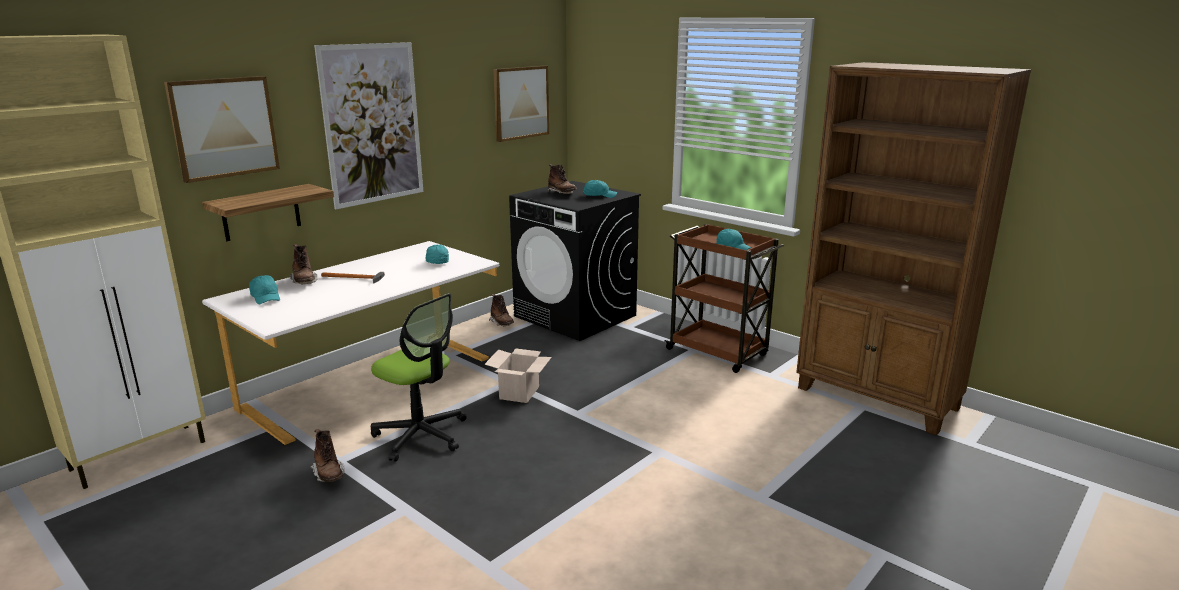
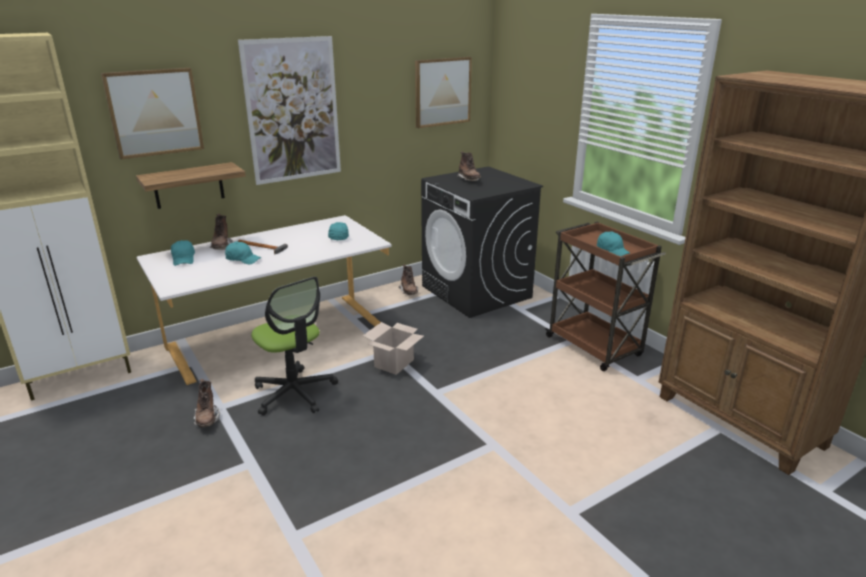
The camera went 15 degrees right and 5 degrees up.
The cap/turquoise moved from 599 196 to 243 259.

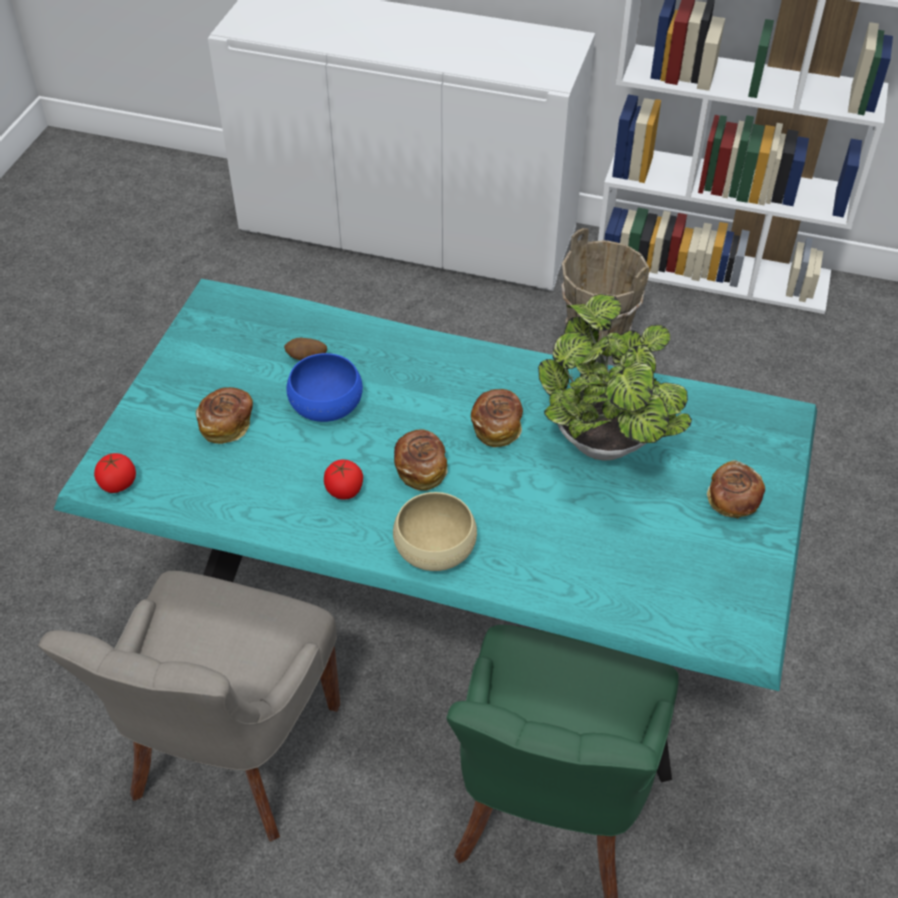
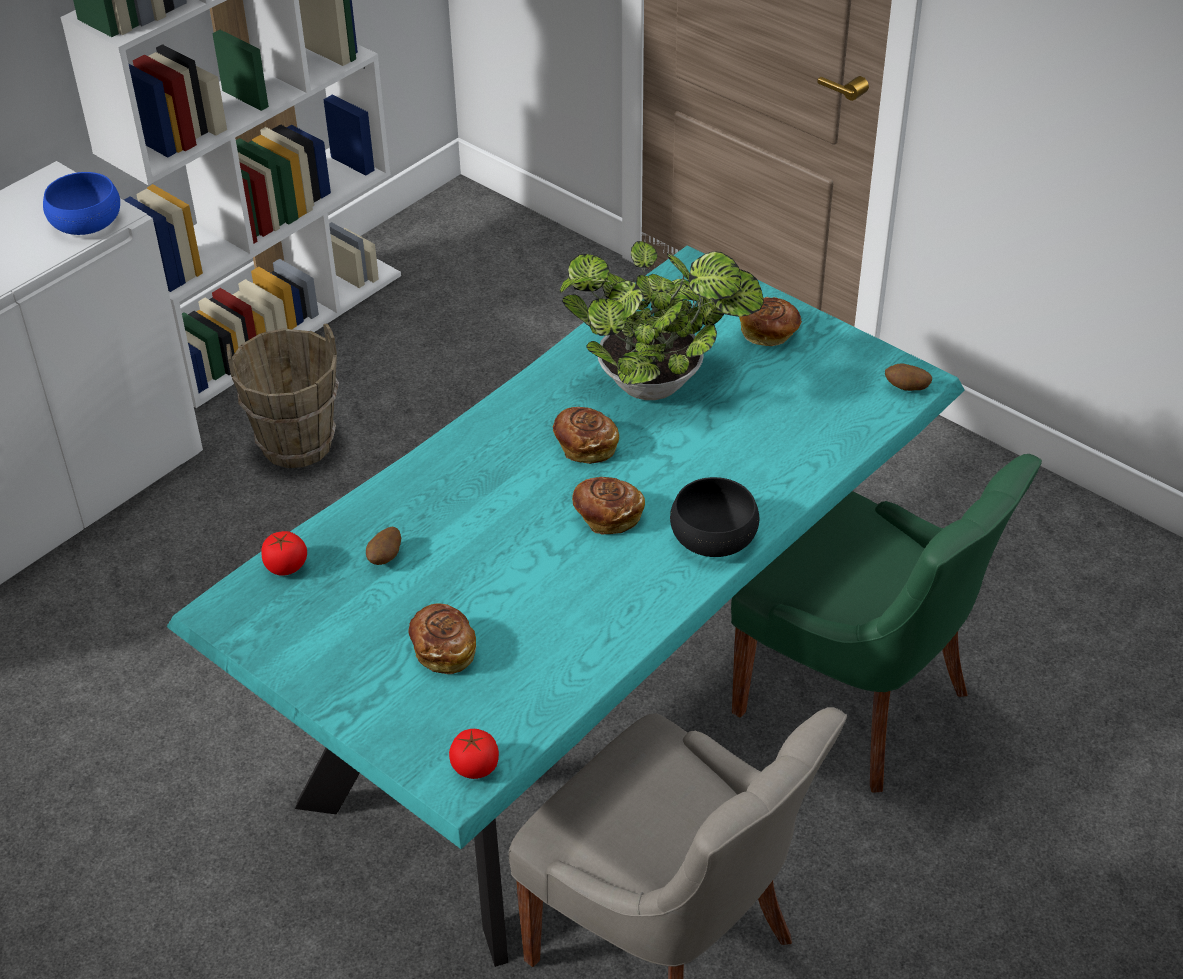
The camera went 65 degrees left and 5 degrees down.
The bowl/blue moved from 326 403 to 86 222.
The tomato moved from 344 490 to 286 566.
The bowl/beige at 435 547 became the bowl/black at 713 536.
The potato at 906 388 appeared.

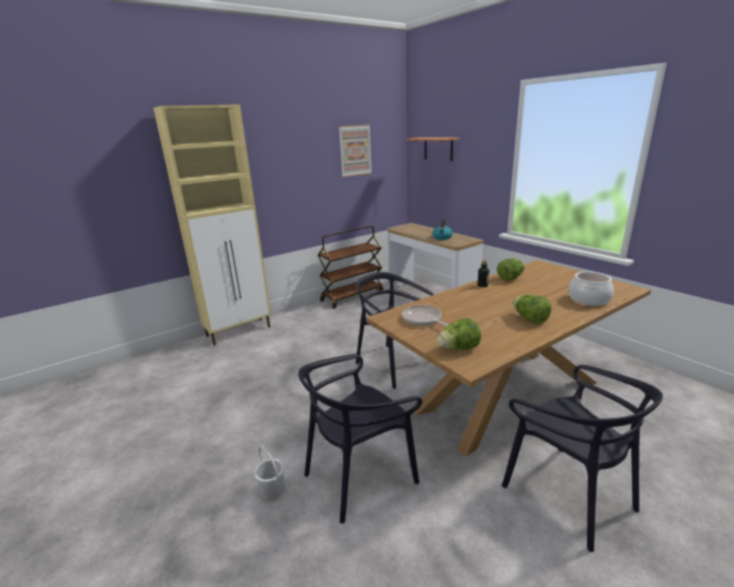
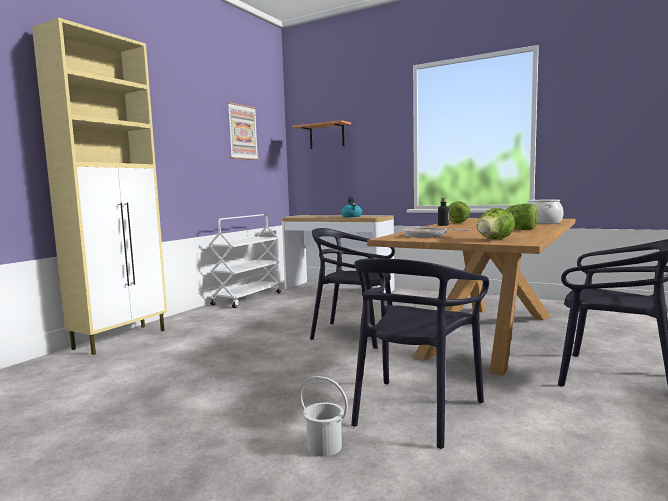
The camera went 25 degrees left and 15 degrees down.
The cart/brown at 352 296 became the cart/white at 248 298.

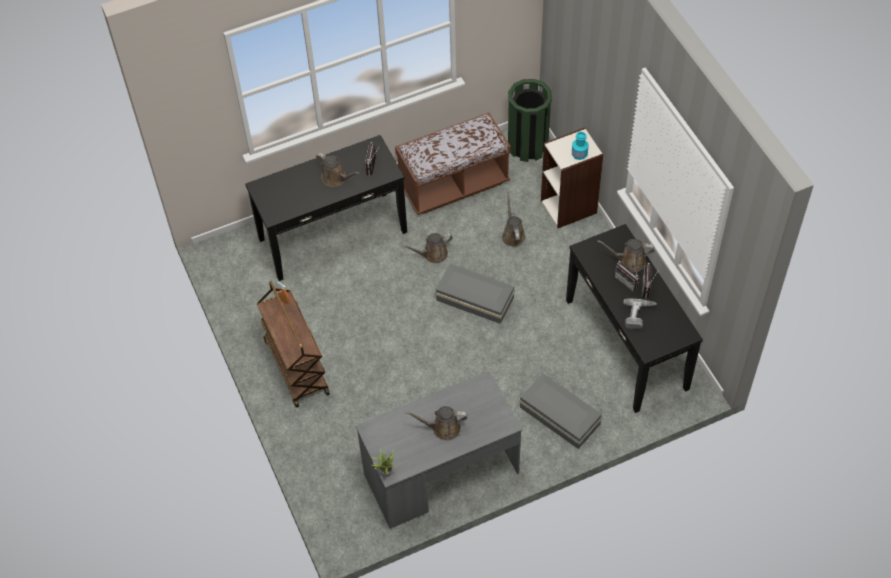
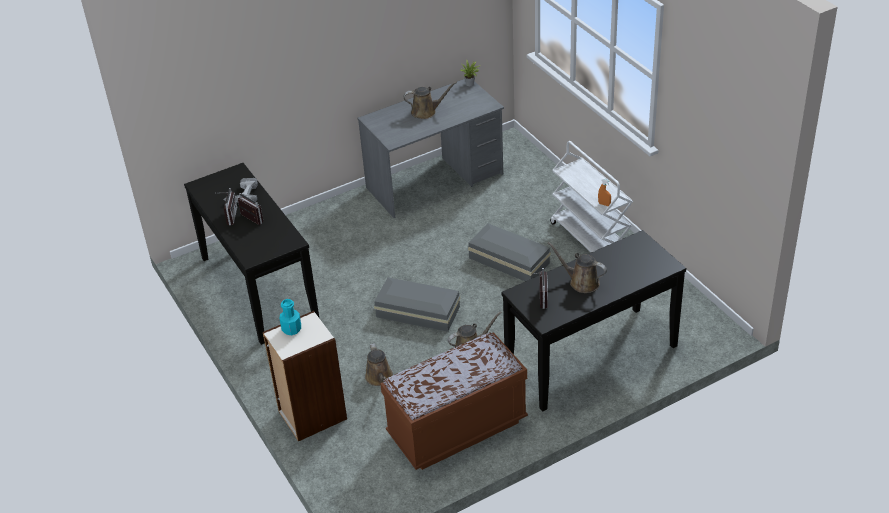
The camera went 175 degrees right and 15 degrees down.
The trash can/green at 528 146 disappeared.
The watering can/brown at 629 261 disappeared.
The cart/brown at 296 366 became the cart/white at 590 239.
The storage box/grey moved from 560 417 to 508 259.

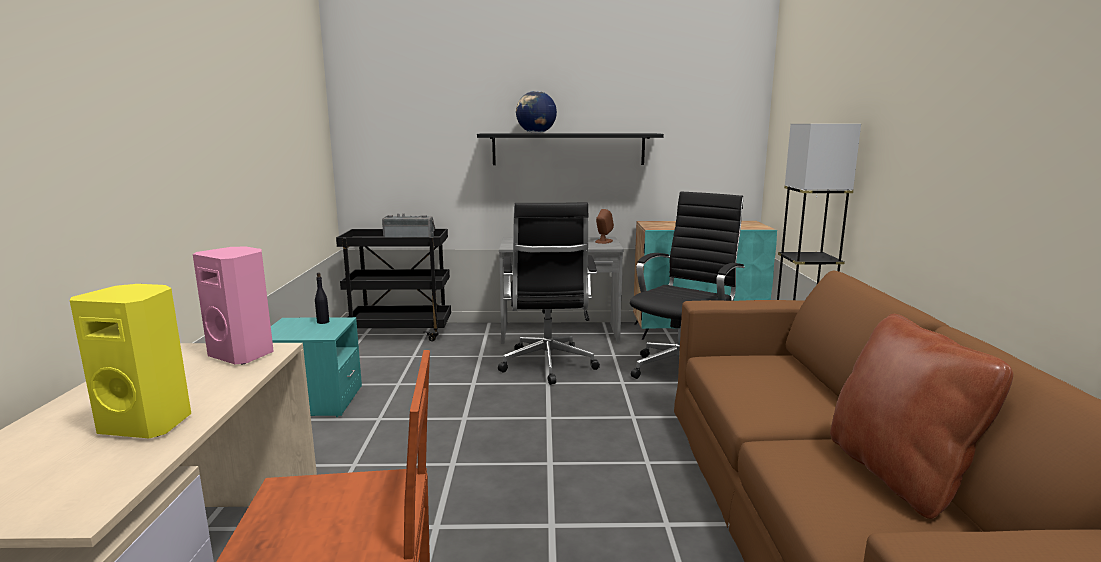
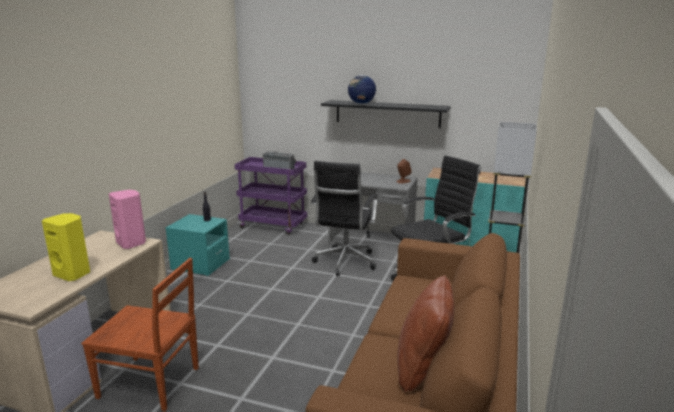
The camera went 20 degrees right and 5 degrees up.
The cart/black at 401 333 became the cart/purple at 274 226.

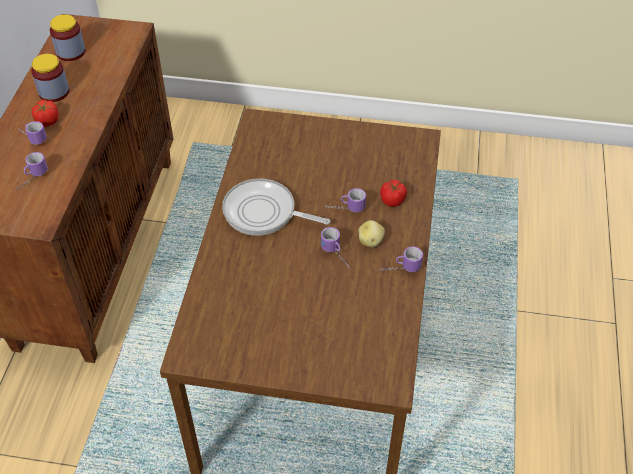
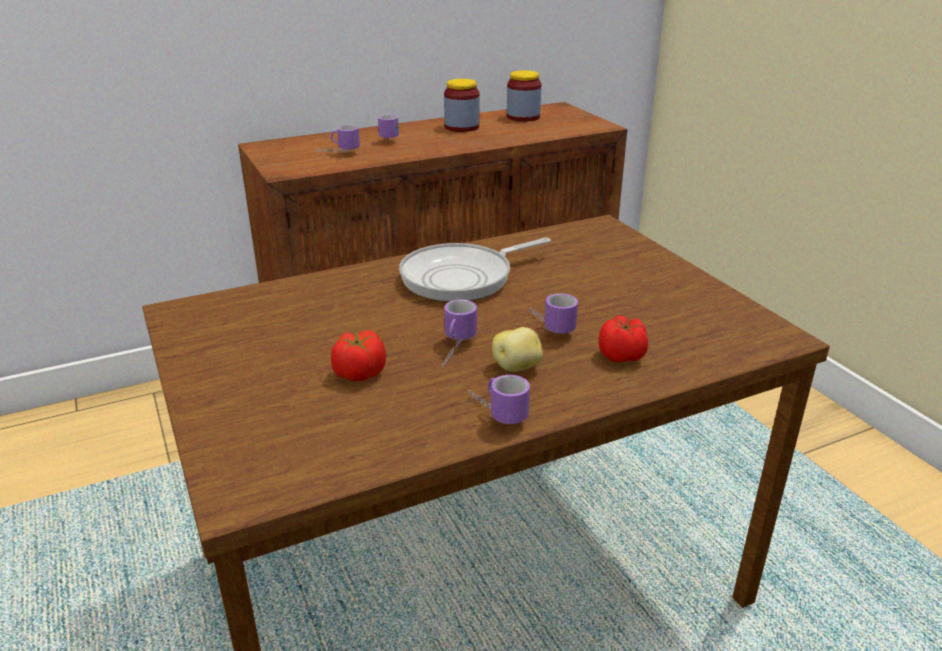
The camera went 55 degrees right and 20 degrees down.
The tomato moved from 47 121 to 359 373.
The frying pan at 264 213 turned 105 degrees counterclockwise.

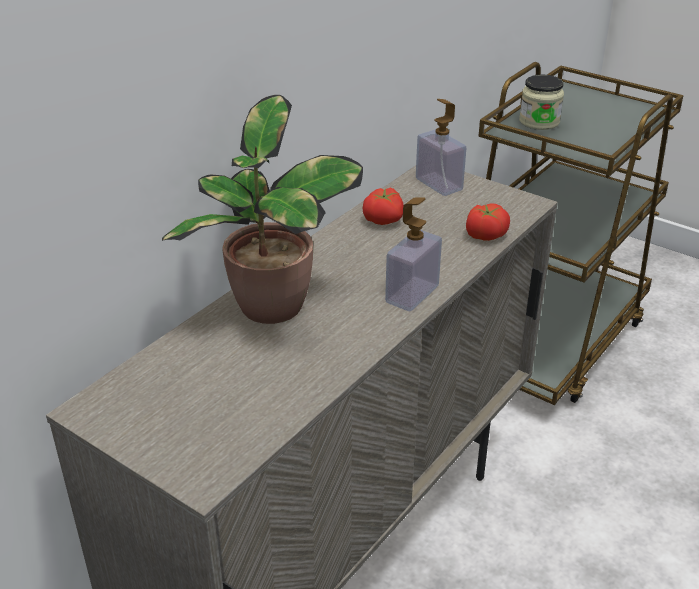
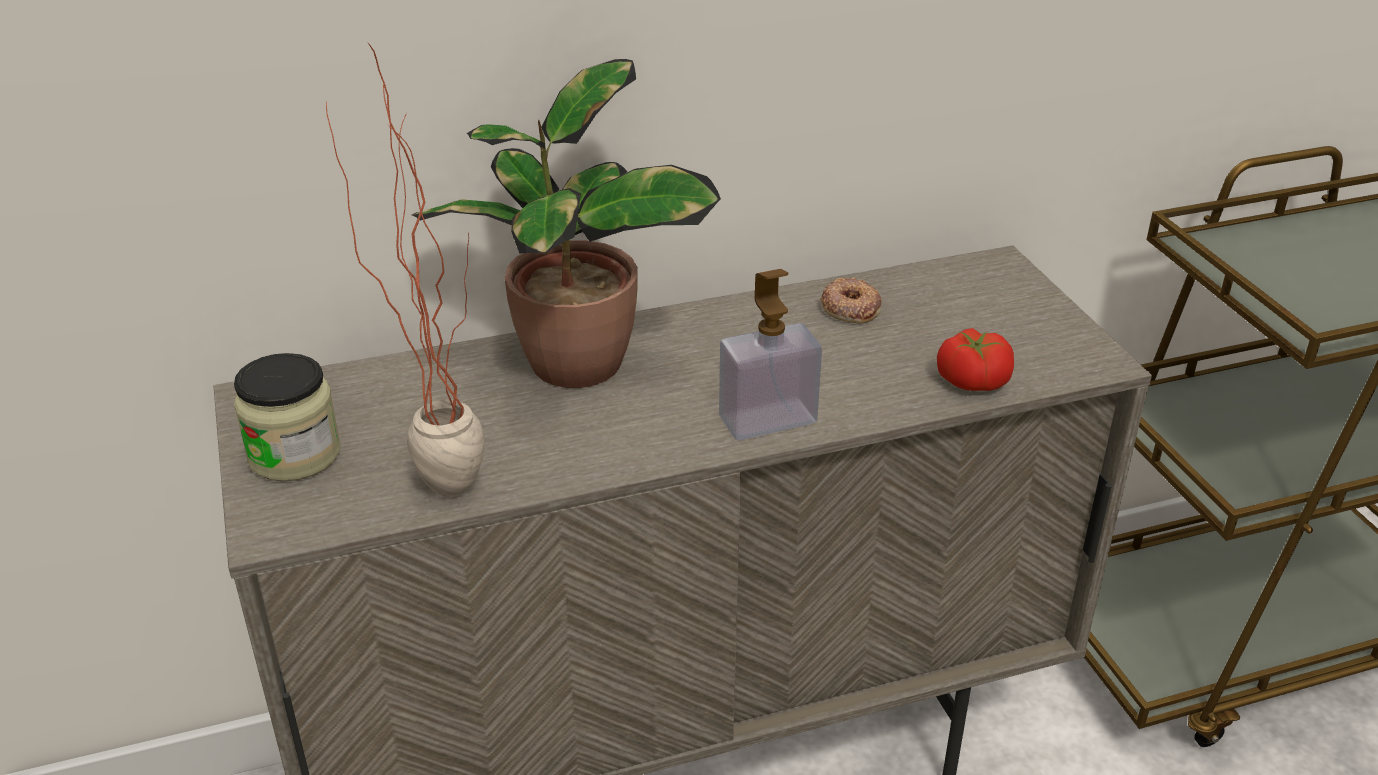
The camera went 35 degrees right and 0 degrees up.
The jar moved from 539 122 to 294 454.
The soap dispenser at 439 184 disappeared.
The tomato at 384 219 was replaced by the donut at 850 308.
The potted plant at 439 475 appeared.

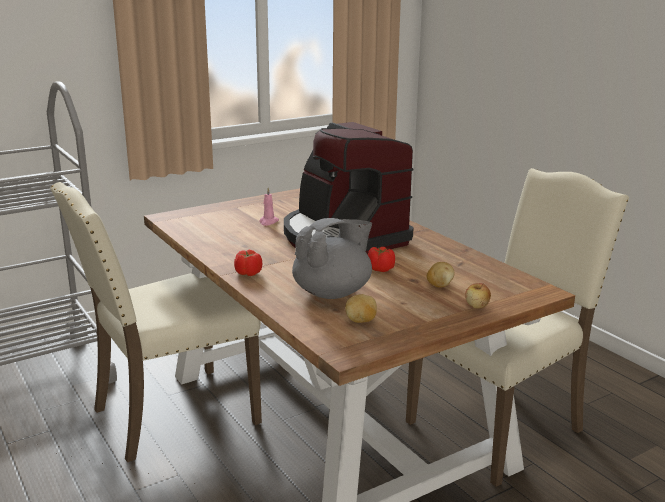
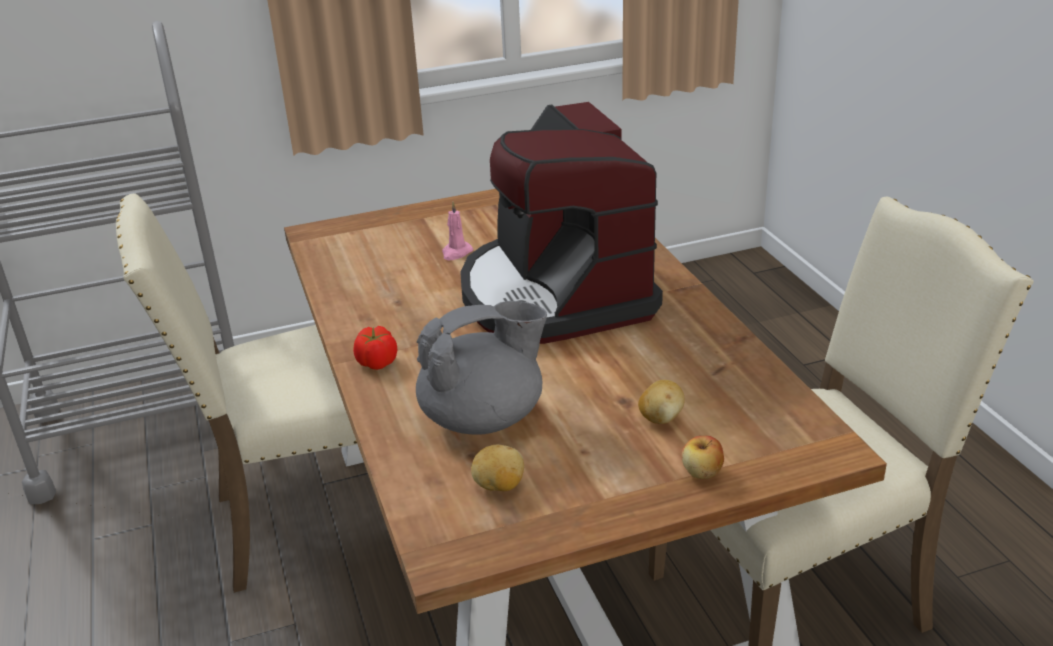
The camera went 15 degrees right and 10 degrees up.
The tomato at 380 269 disappeared.

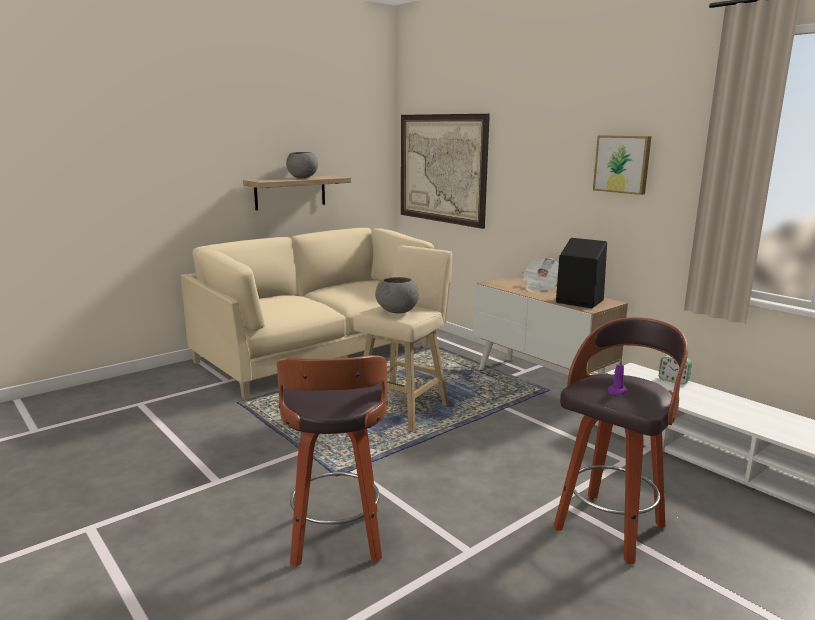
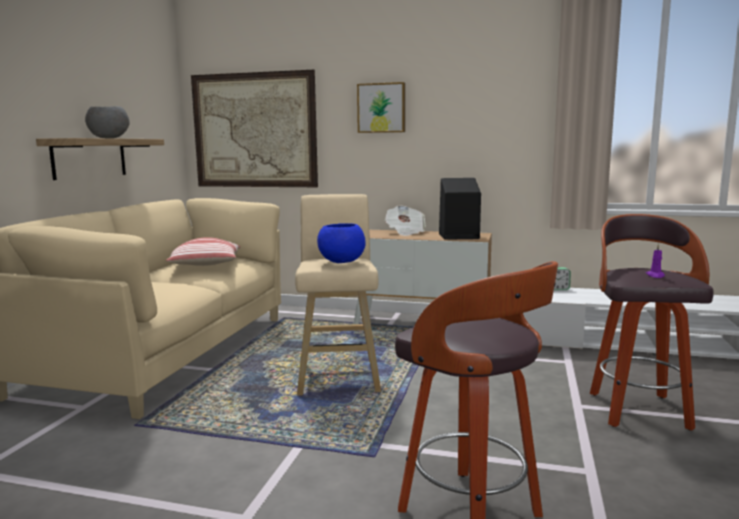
The camera went 35 degrees left and 5 degrees down.
The picture moved from 622 164 to 381 108.
The bowl/grey at 397 312 became the bowl/blue at 341 262.
The pillow at 206 266 appeared.

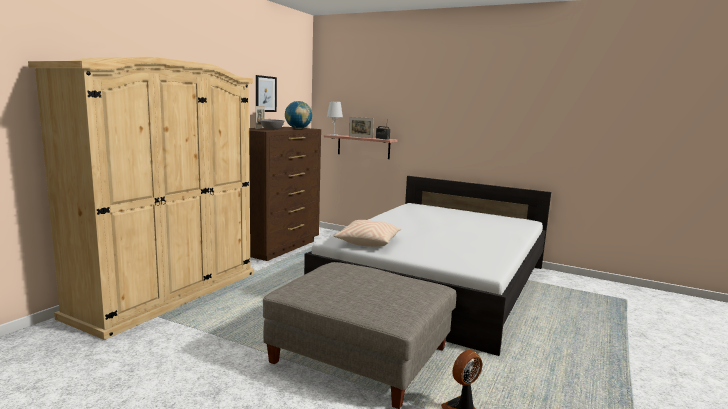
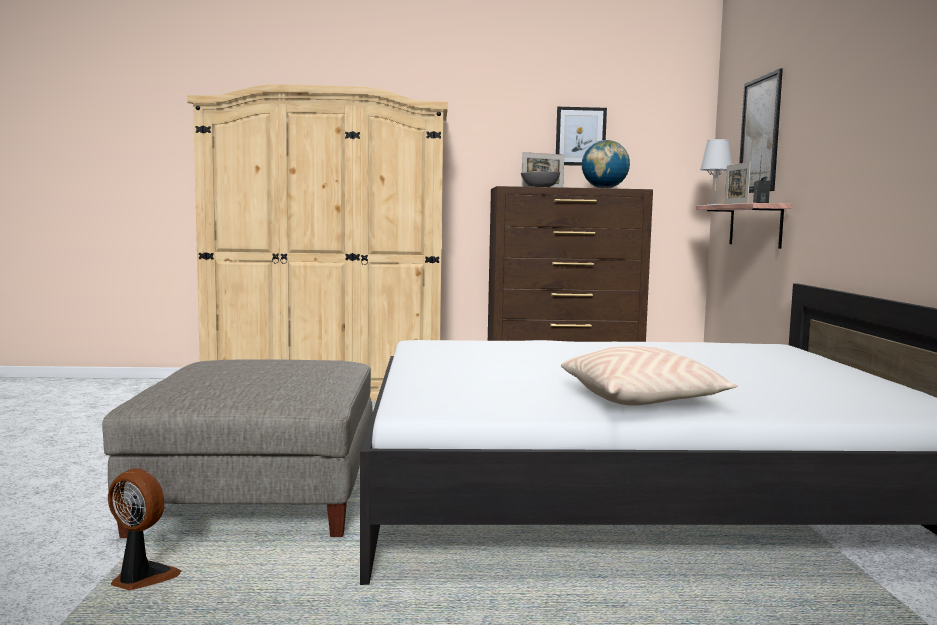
The camera went 60 degrees right and 5 degrees down.
The pillow/beige moved from 368 242 to 643 400.
The picture at 759 135 appeared.

